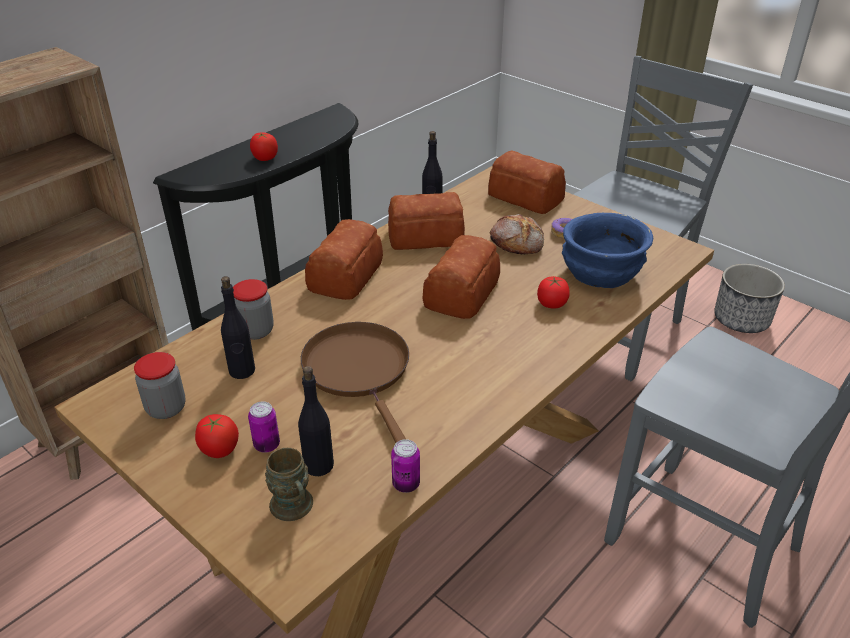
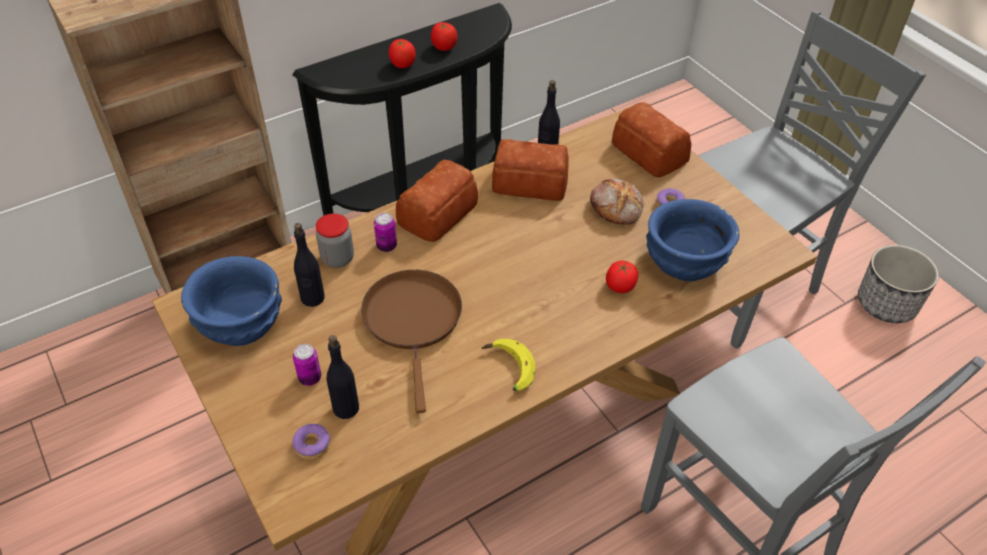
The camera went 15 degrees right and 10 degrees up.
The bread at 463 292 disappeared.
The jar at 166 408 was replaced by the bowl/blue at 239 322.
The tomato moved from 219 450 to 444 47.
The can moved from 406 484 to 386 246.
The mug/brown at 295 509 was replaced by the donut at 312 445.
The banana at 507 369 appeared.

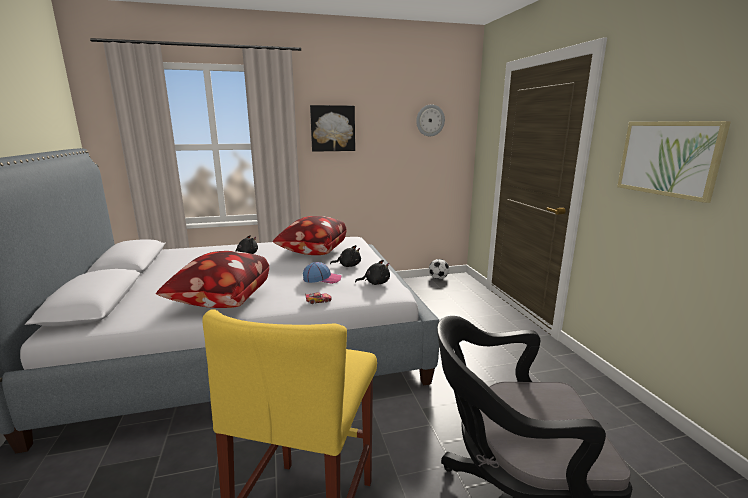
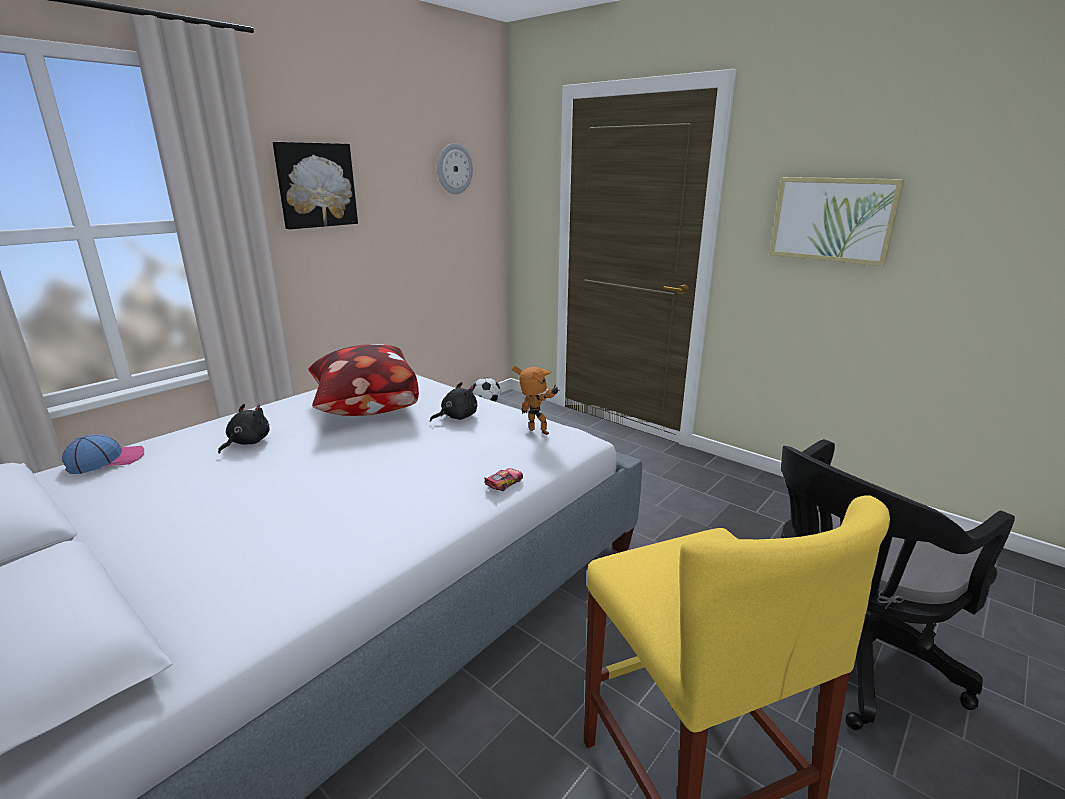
The camera went 35 degrees left and 5 degrees up.
The pillow at 220 302 disappeared.
The plush toy/black at 375 283 was replaced by the toy robot at 537 433.
The cap moved from 322 278 to 106 460.

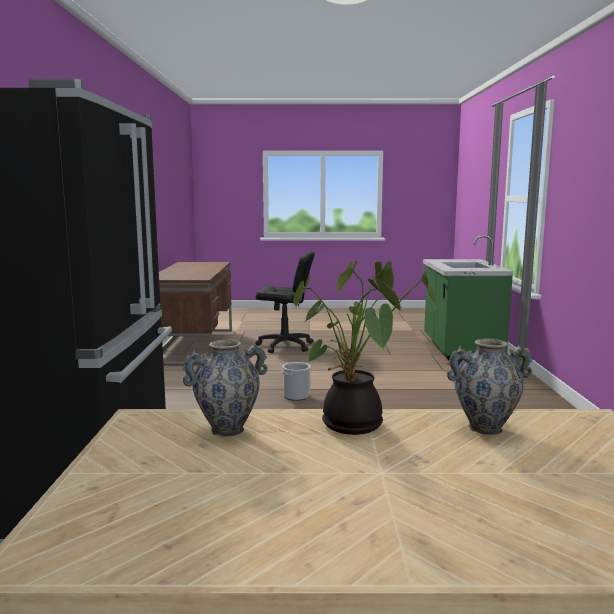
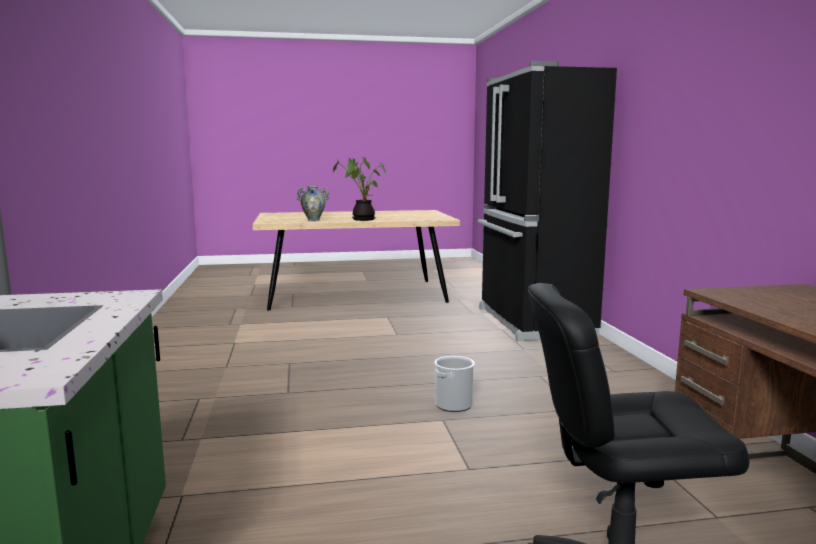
The camera went 170 degrees right and 0 degrees up.
The vase at 227 430 disappeared.

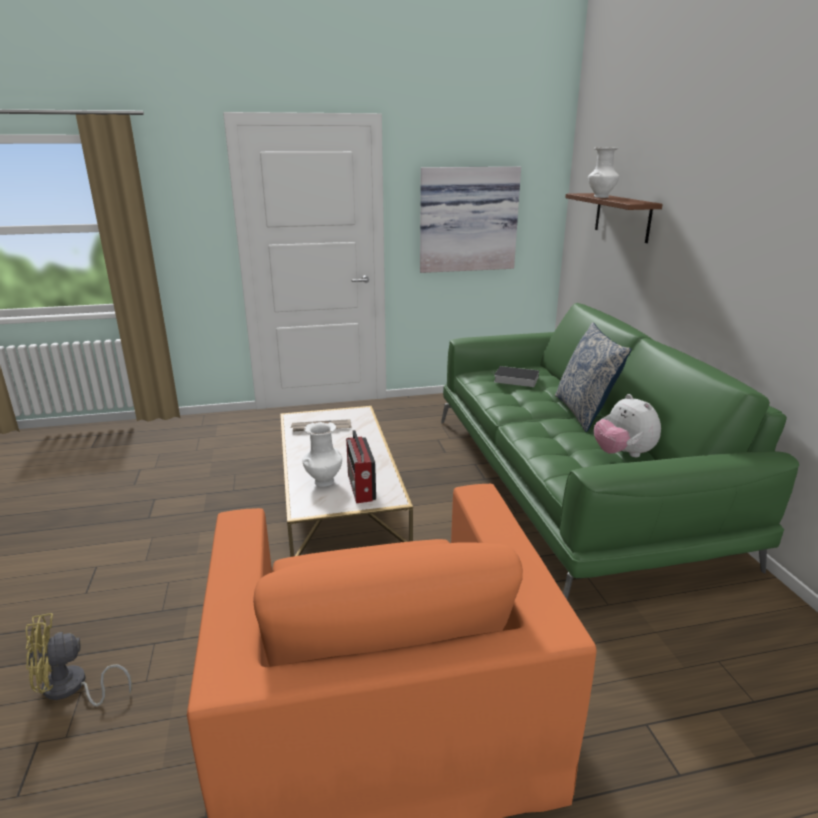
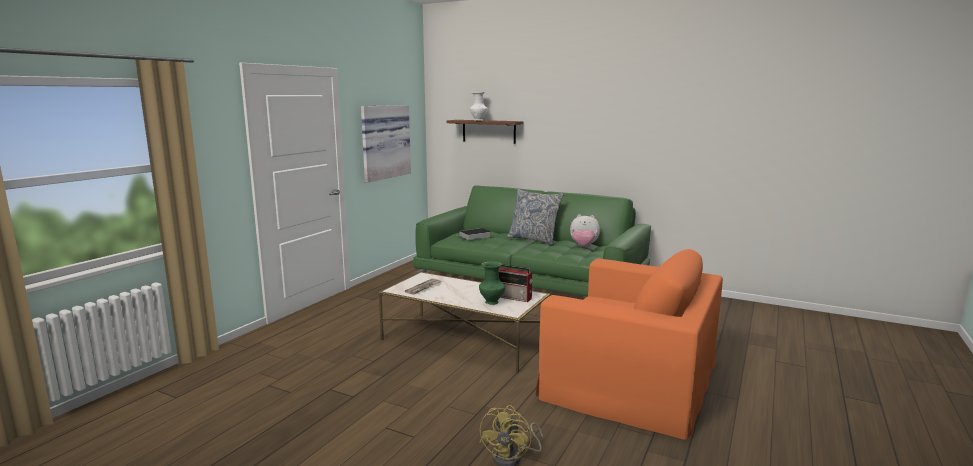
The camera went 50 degrees left and 10 degrees down.
The vase/white at 323 482 became the vase/green at 492 302.

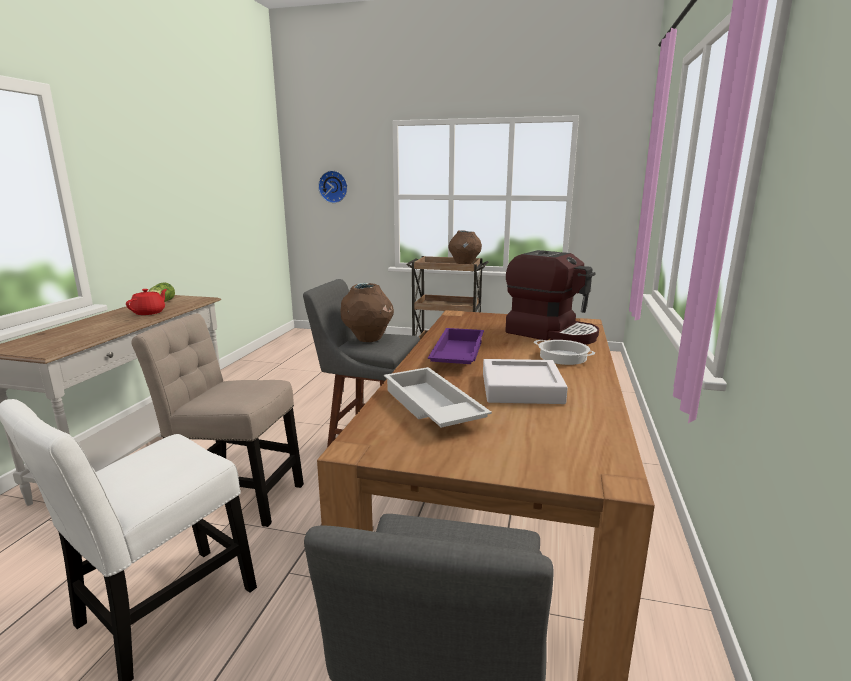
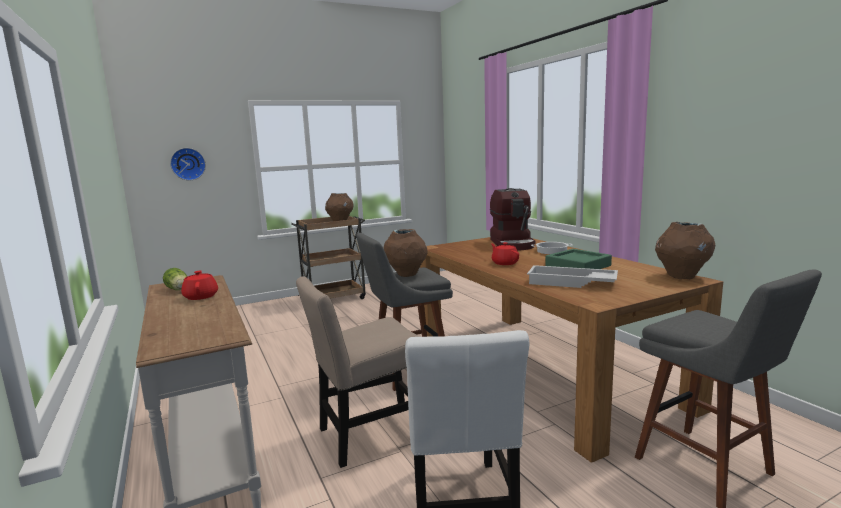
The camera went 40 degrees left and 5 degrees down.
The coffee machine at 551 333 turned 90 degrees clockwise.
The tray/purple at 456 355 was replaced by the teapot/red at 504 263.
The tray/white at 521 388 became the tray/green at 578 266.
The vase/brown at 681 276 appeared.

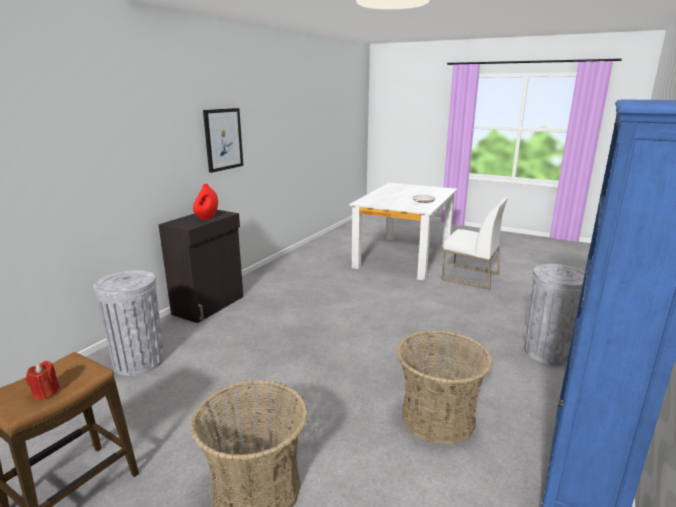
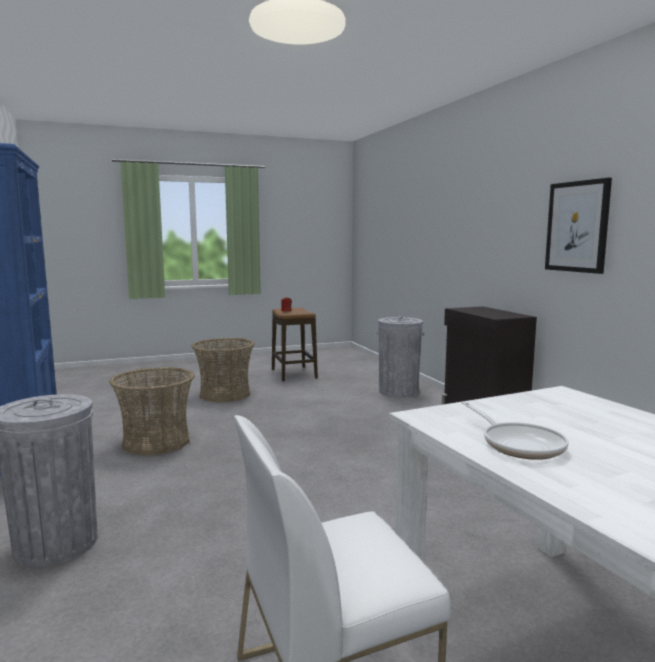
The camera went 130 degrees right and 10 degrees down.
The vase/red at 207 218 disappeared.

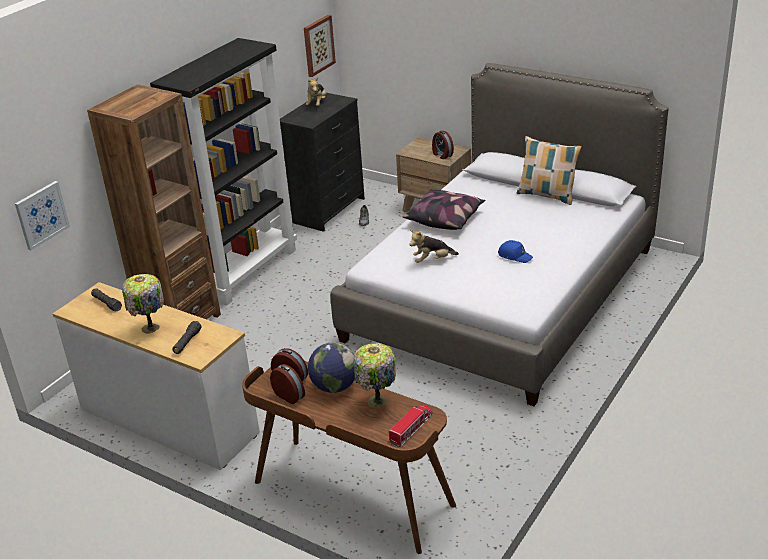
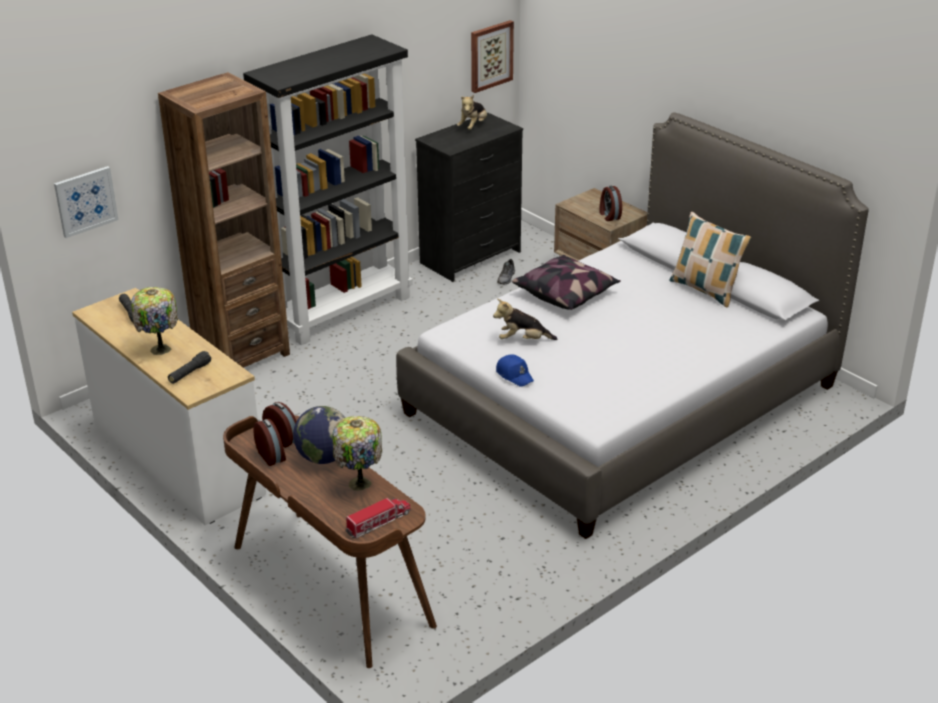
The camera went 15 degrees right and 0 degrees up.
The cap/blue moved from 515 256 to 515 375.

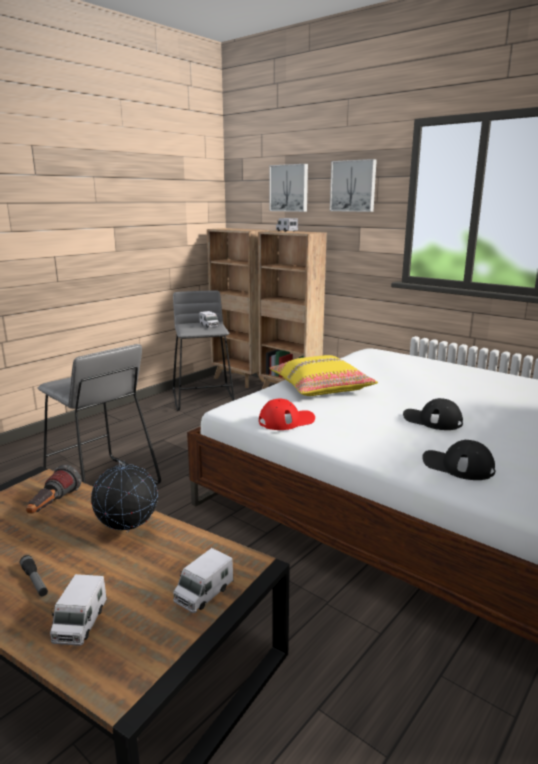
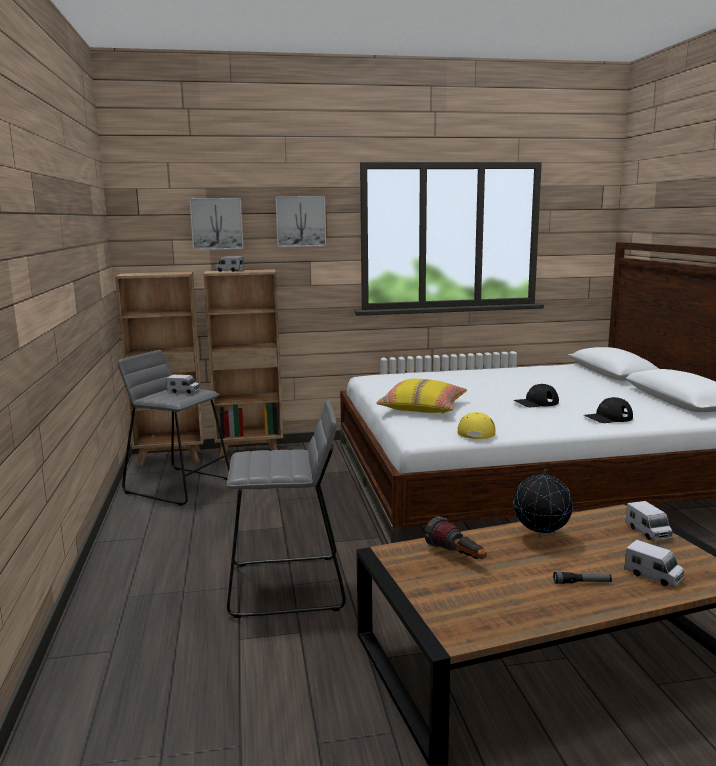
The camera went 50 degrees left and 5 degrees down.
The cap/red at 286 420 became the cap/yellow at 476 431.

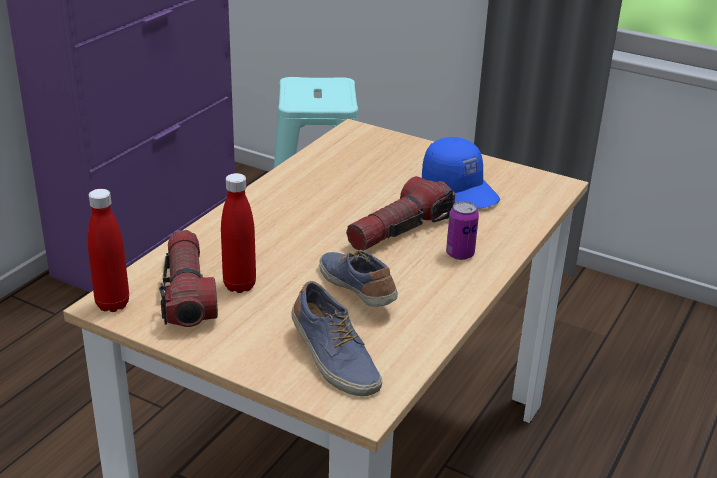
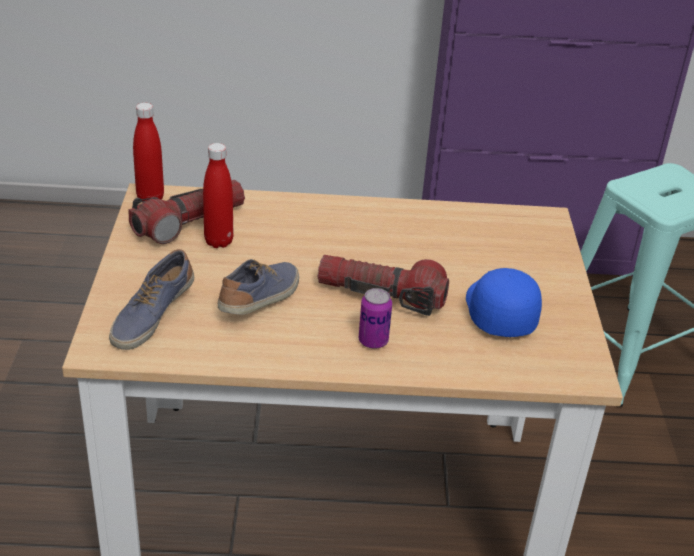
The camera went 60 degrees right and 5 degrees up.
The cap/blue at 461 190 turned 150 degrees clockwise.

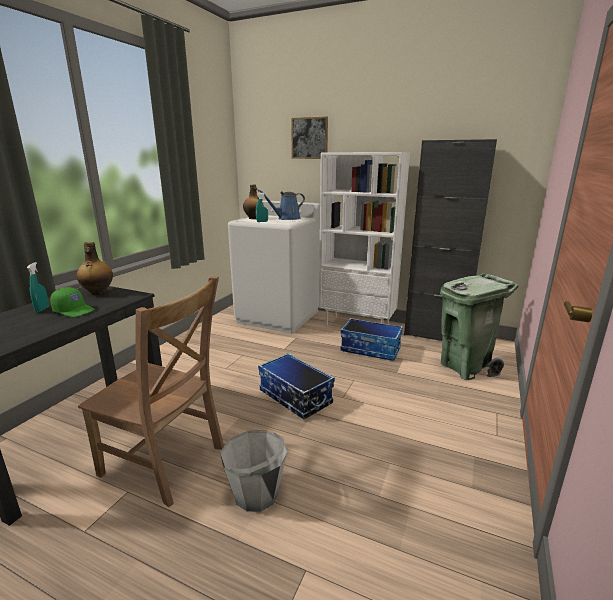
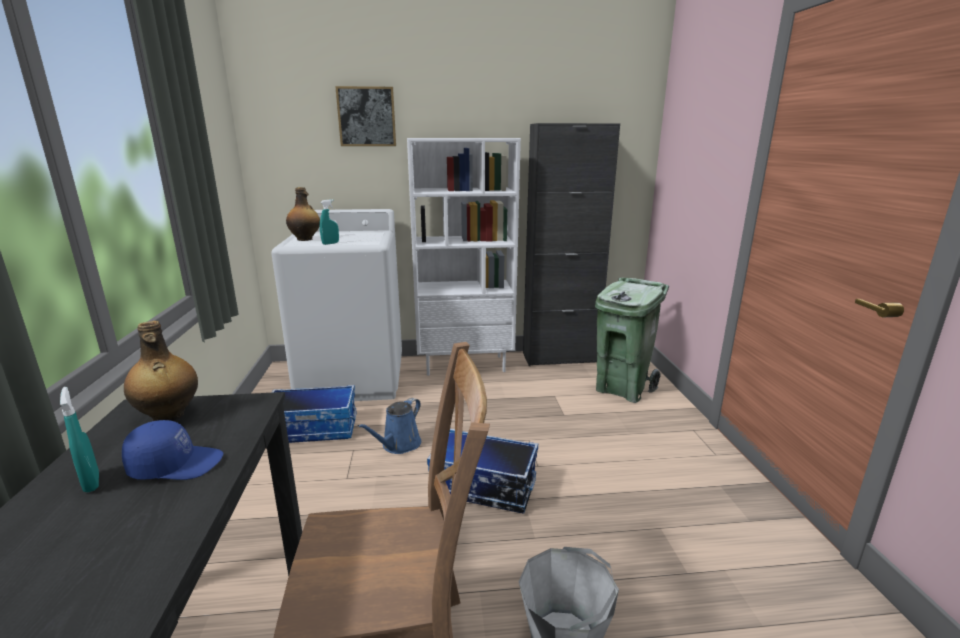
The camera went 30 degrees left and 0 degrees up.
The watering can/blue moved from 286 218 to 399 445.
The cap/green at 74 310 became the cap/blue at 176 464.
The storage box moved from 371 349 to 314 429.

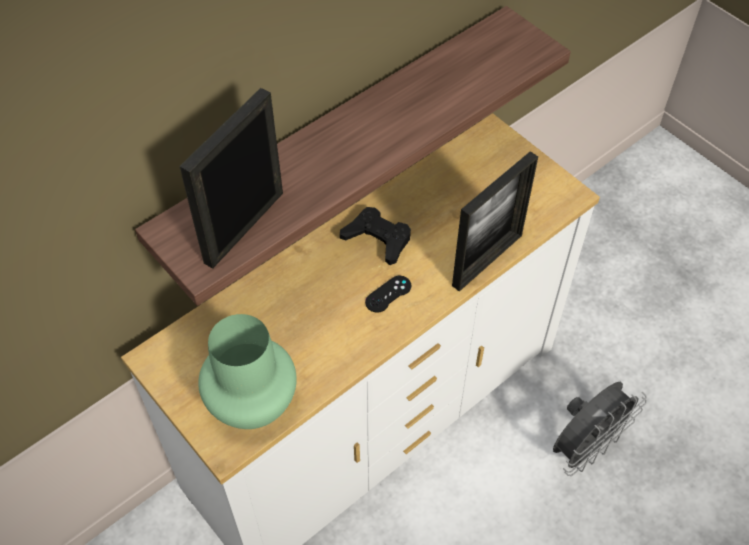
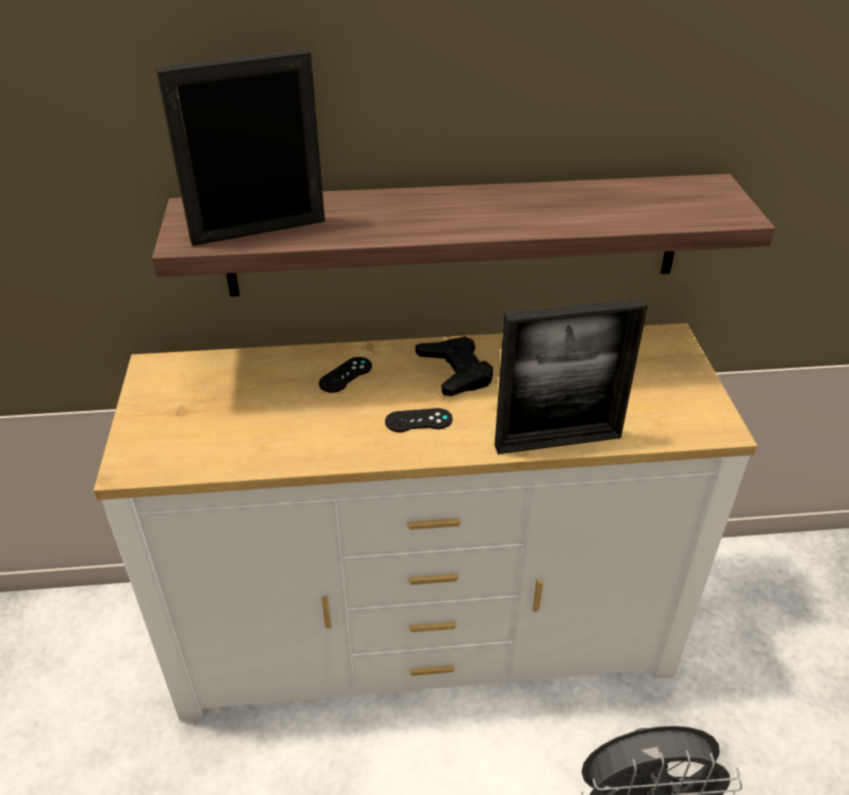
The camera went 35 degrees right and 15 degrees down.
The vase/green at 251 403 disappeared.
The game controller/black at 345 375 appeared.

